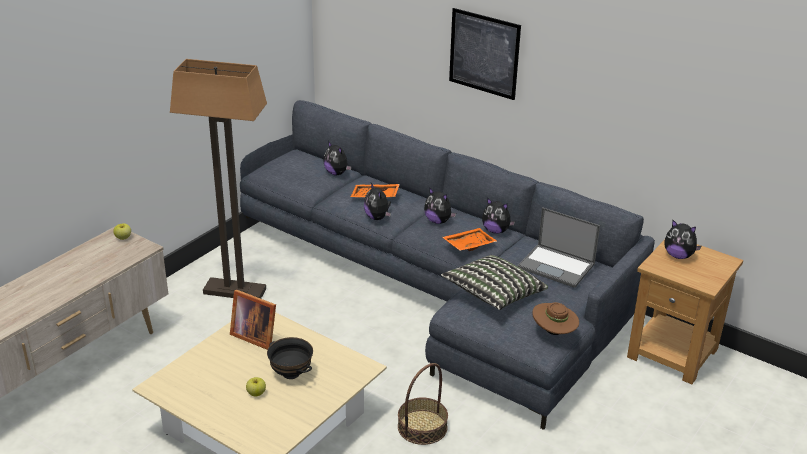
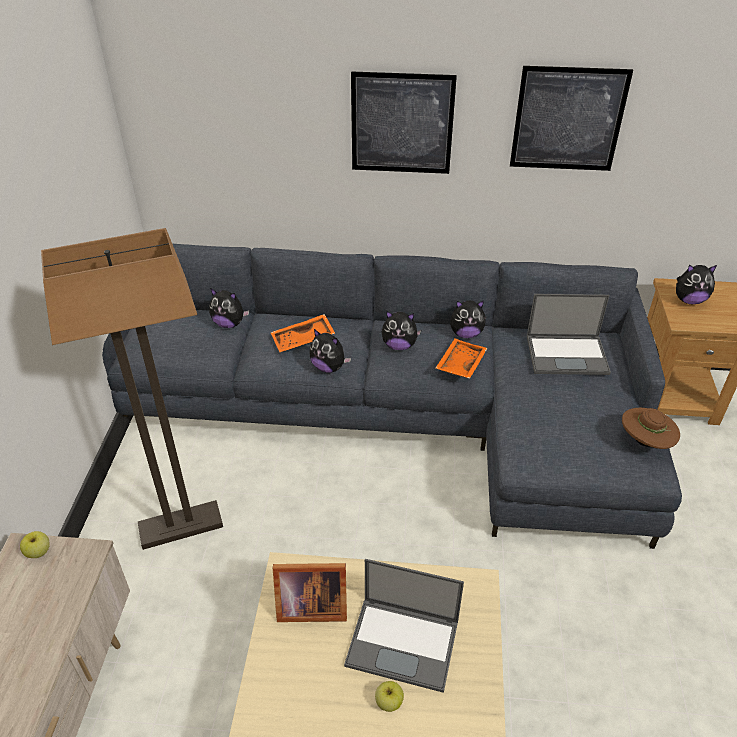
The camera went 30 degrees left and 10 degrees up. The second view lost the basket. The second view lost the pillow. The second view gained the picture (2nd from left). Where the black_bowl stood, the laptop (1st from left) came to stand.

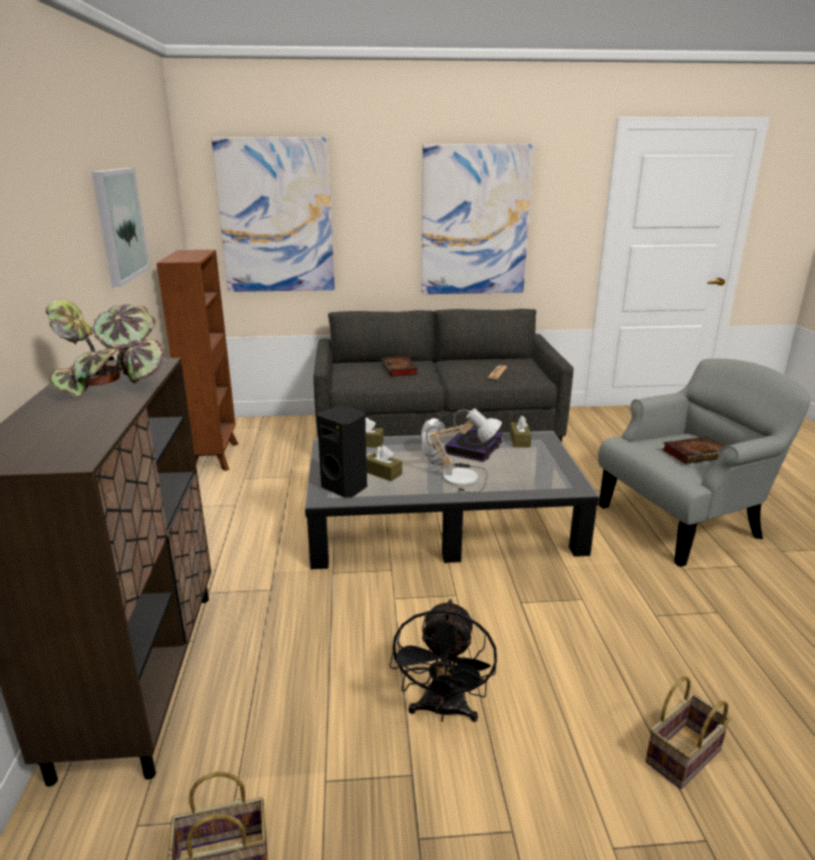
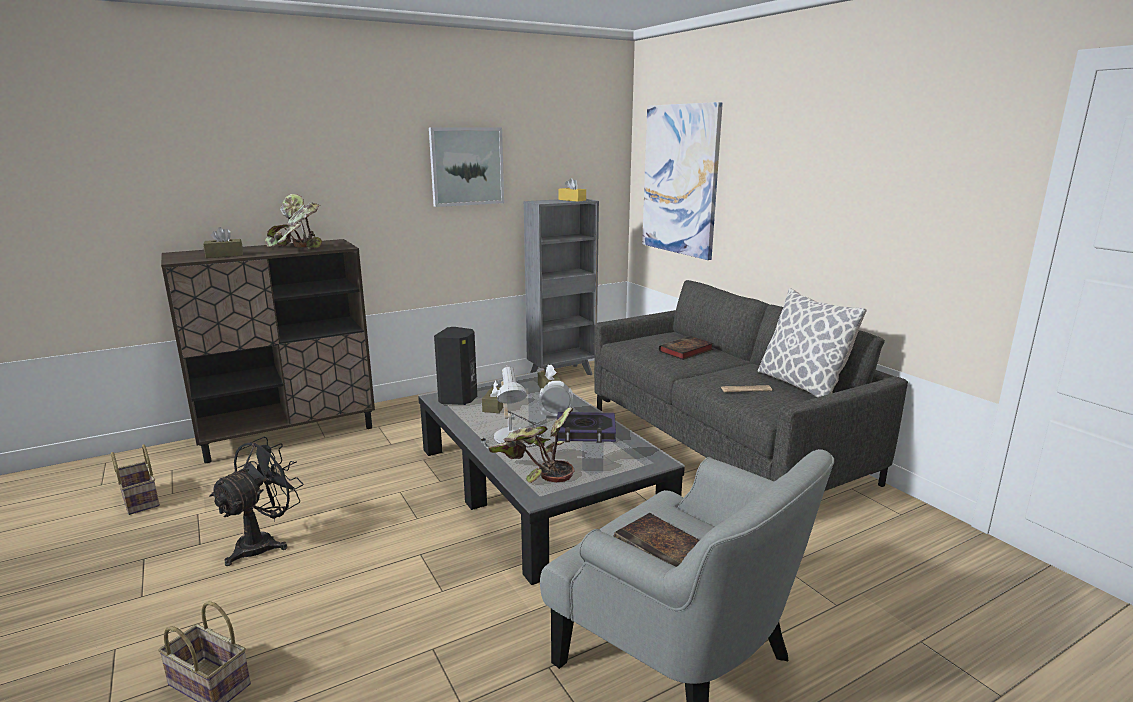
The camera went 65 degrees right and 5 degrees down. The second view lost the picture (3rd from left). The second view gained the potted_plant (2nd from left). The second view gained the yellow_tissue_box. The second view gained the pillow. The brown_tissue_box (3rd from left in the first image) ended up elsewhere. What was the brown_bookcase turned into the grey_bookcase. The black_fan ended up facing another way, 135 degrees clockwise from before.

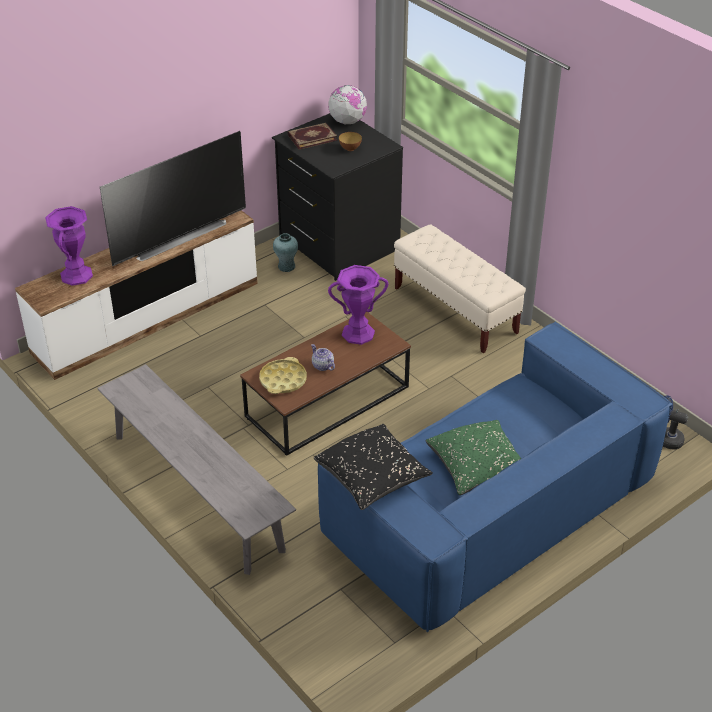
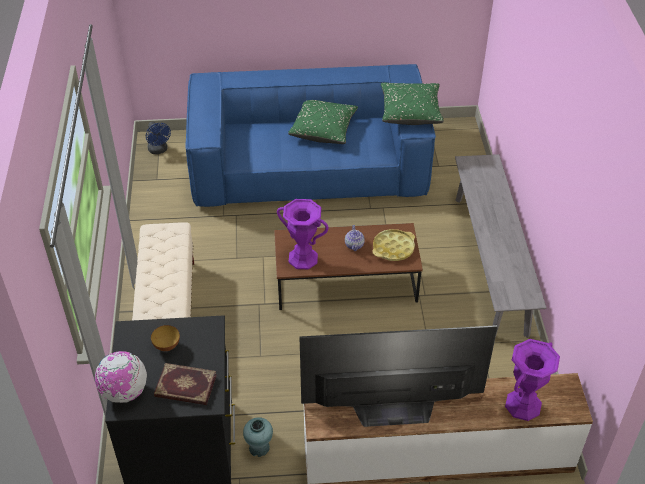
The camera went 145 degrees left and 5 degrees up. What was the black_pillow turned into the green_pillow (2nd from left).

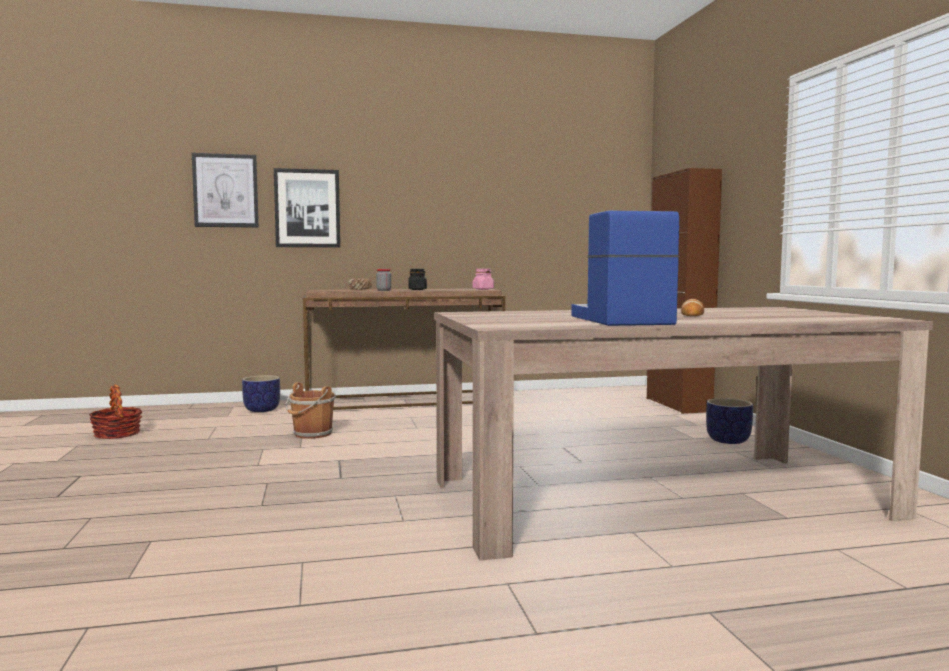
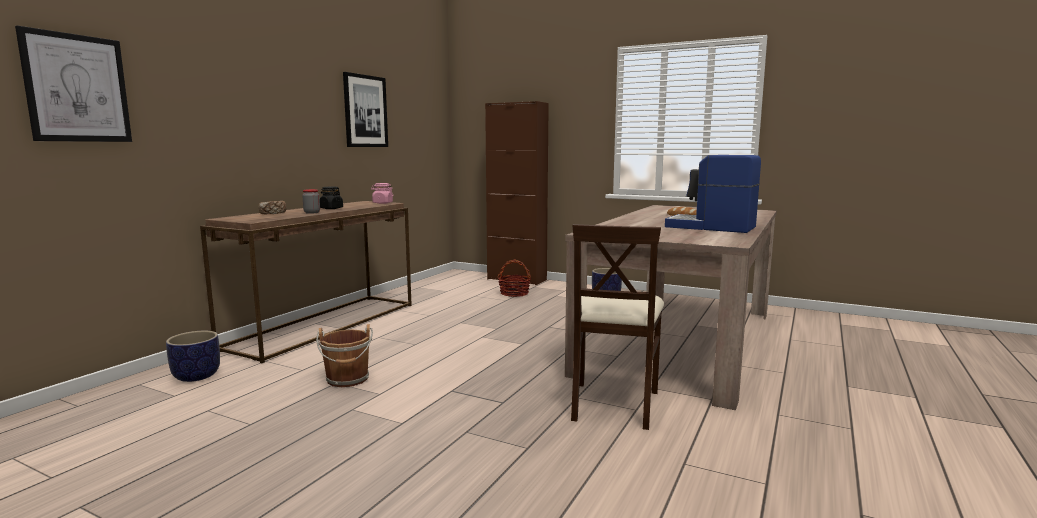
The camera went 50 degrees left and 5 degrees up. The second view gained the beige_chair. The basket ended up elsewhere. The picture (2nd from left) ended up elsewhere.

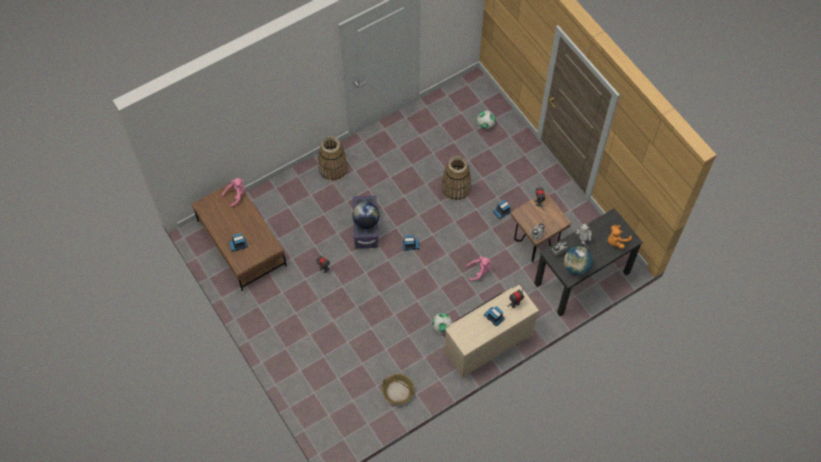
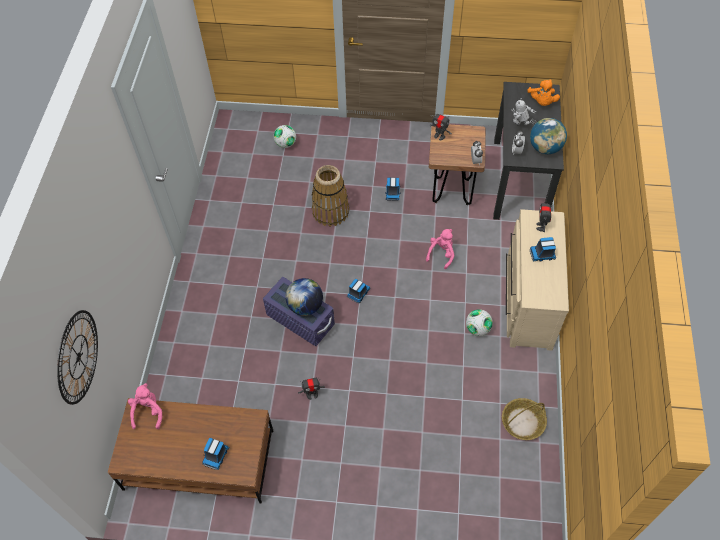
The camera went 50 degrees left and 5 degrees down. The second view lost the basket (1st from left). The second view gained the wall_clock.

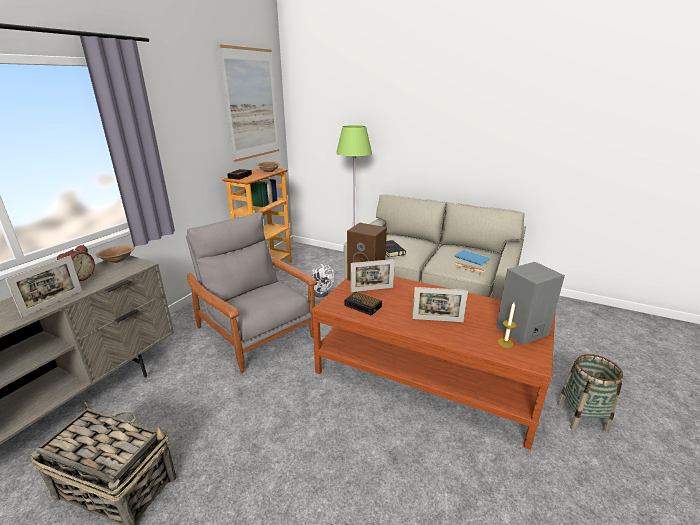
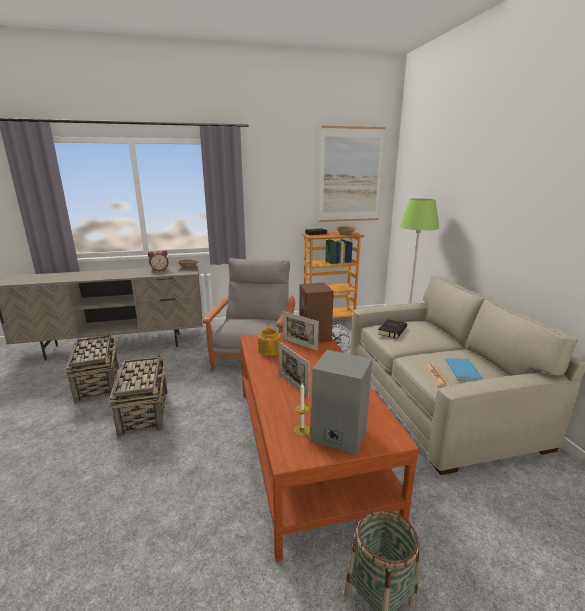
The camera went 50 degrees right and 5 degrees down. The second view lost the picture_frame (1st from left). The second view gained the basket (2nd from left). Where the alarm_clock (3rd from left) stood, the teapot came to stand.

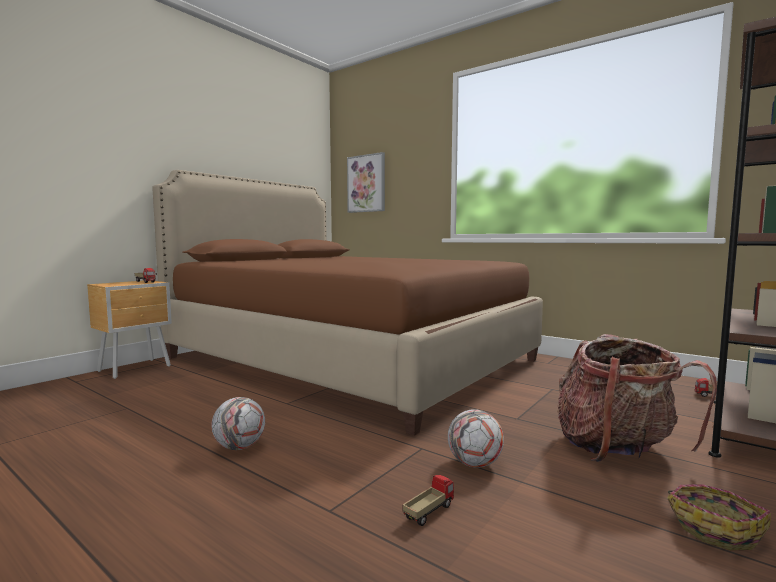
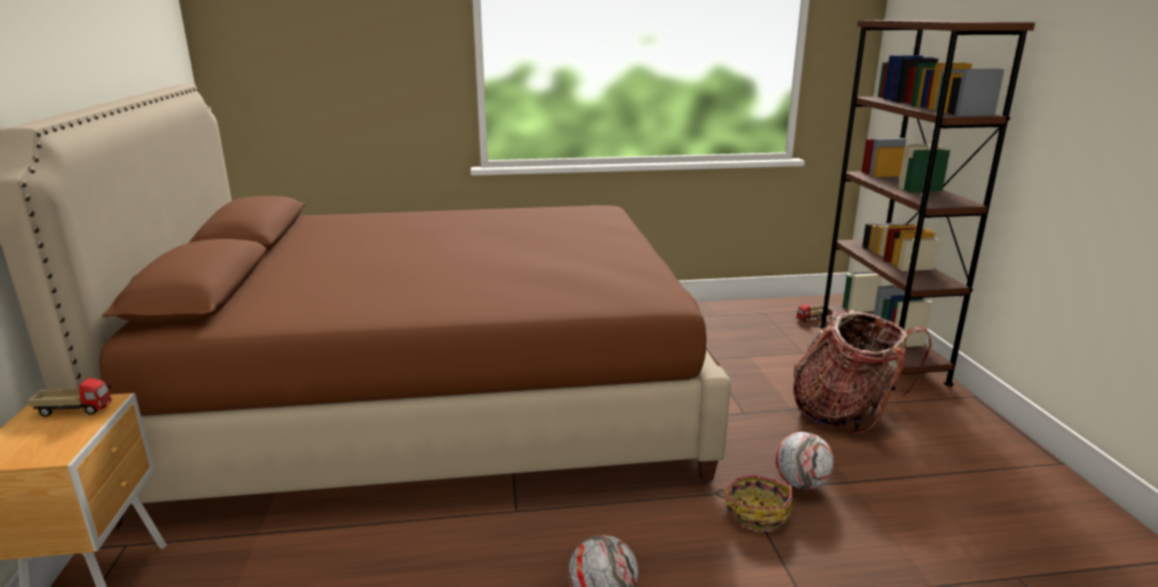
The camera went 45 degrees left and 15 degrees up. The second view lost the picture. The second view lost the toy_truck (2nd from left). The basket ended up elsewhere.

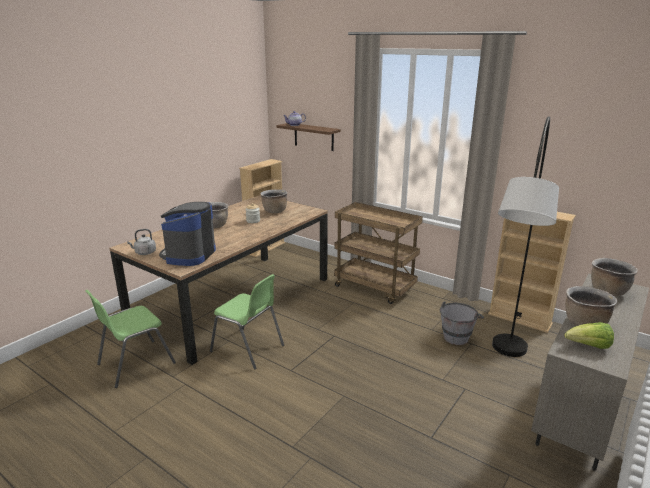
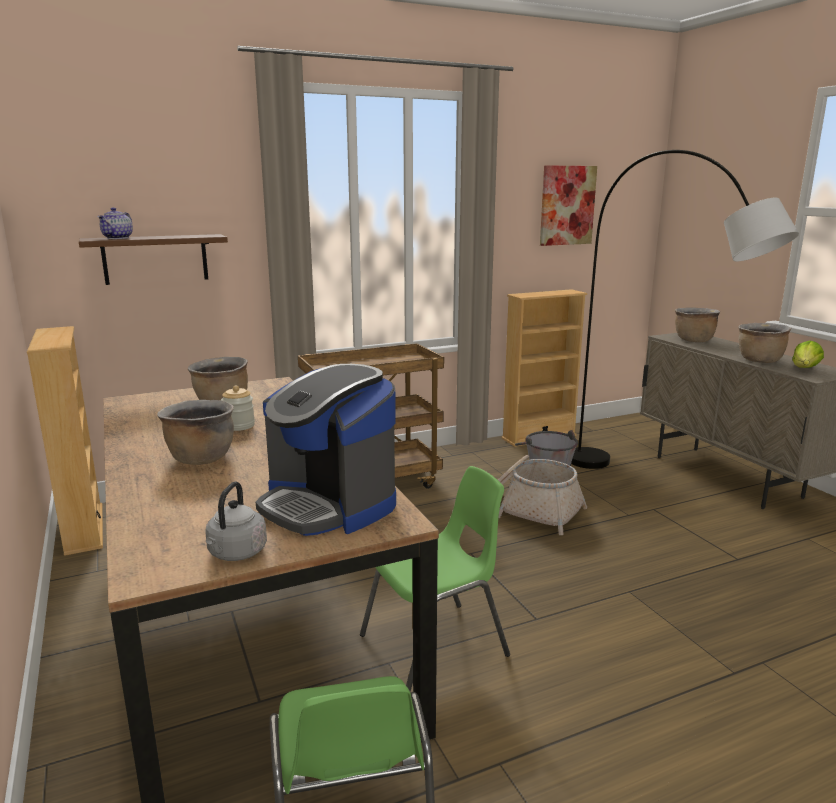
The camera went 60 degrees left and 5 degrees down. The second view gained the basket. The second view gained the picture.

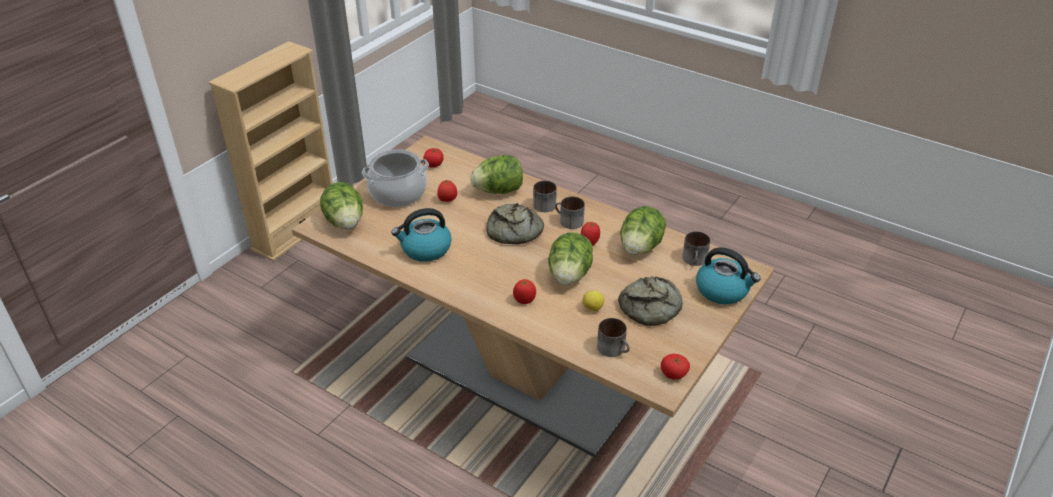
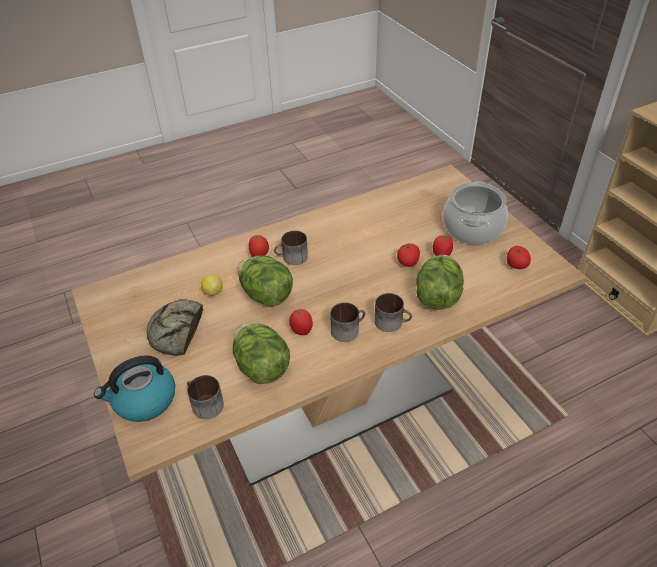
The camera went 120 degrees right and 5 degrees up. The second view lost the lettuce (1st from left). The second view lost the kettle (1st from left). The second view lost the bread (1st from left). The mug (3rd from left in the first image) ended up elsewhere. The tomato (5th from left in the first image) ended up elsewhere.

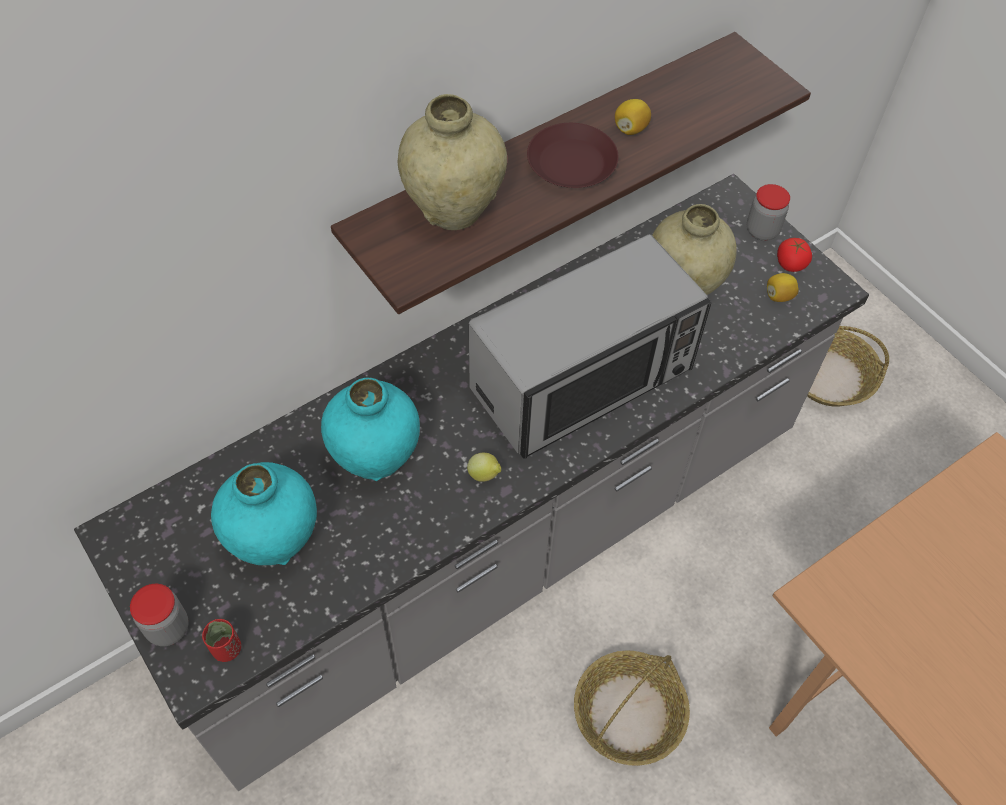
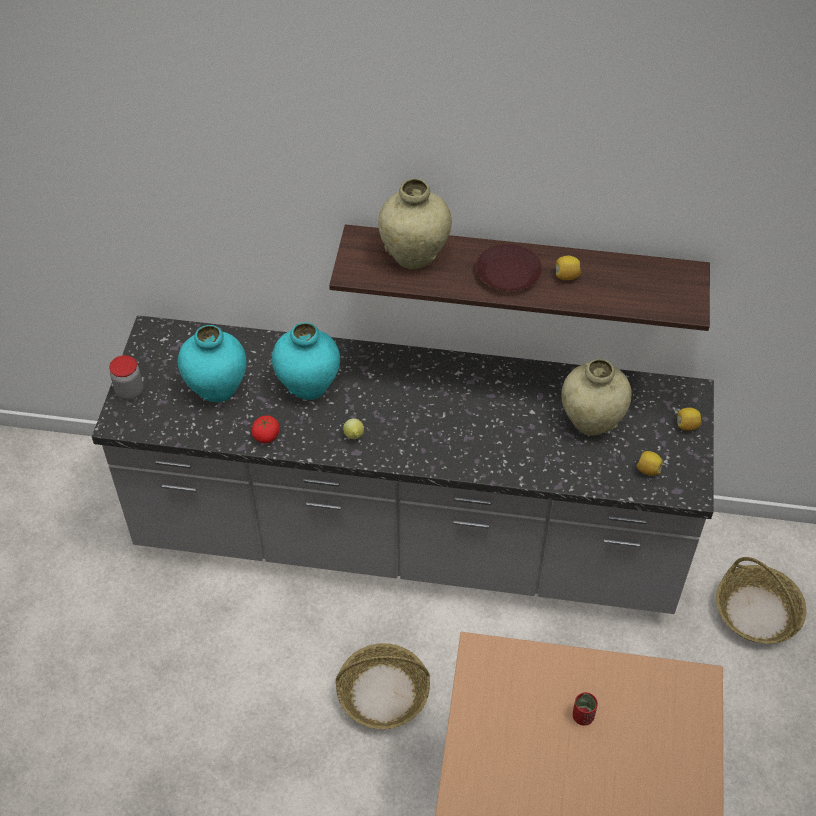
The camera went 45 degrees right and 5 degrees down. The second view lost the microwave. The red_cup ended up elsewhere. The tomato ended up elsewhere. Where the jar (2nd from left) stood, the lemon (4th from left) came to stand.

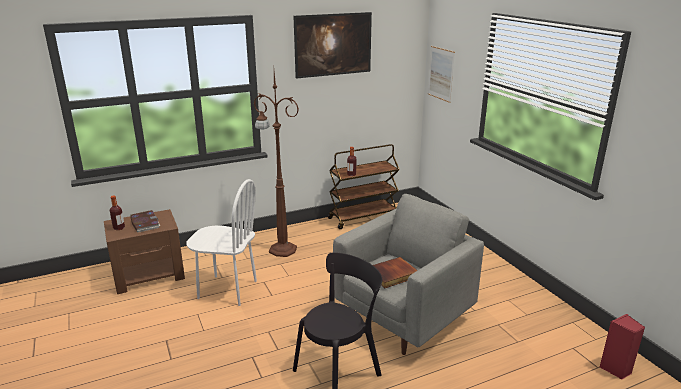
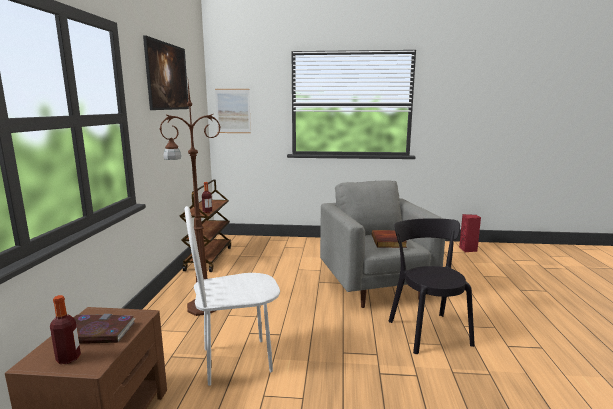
The camera went 60 degrees left and 10 degrees down. The white_chair ended up facing another way, 150 degrees counterclockwise from before.

